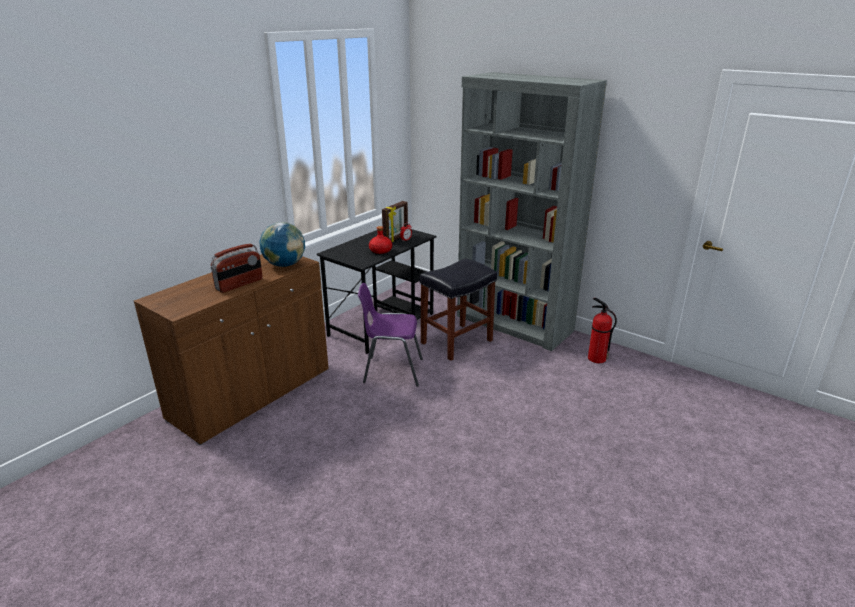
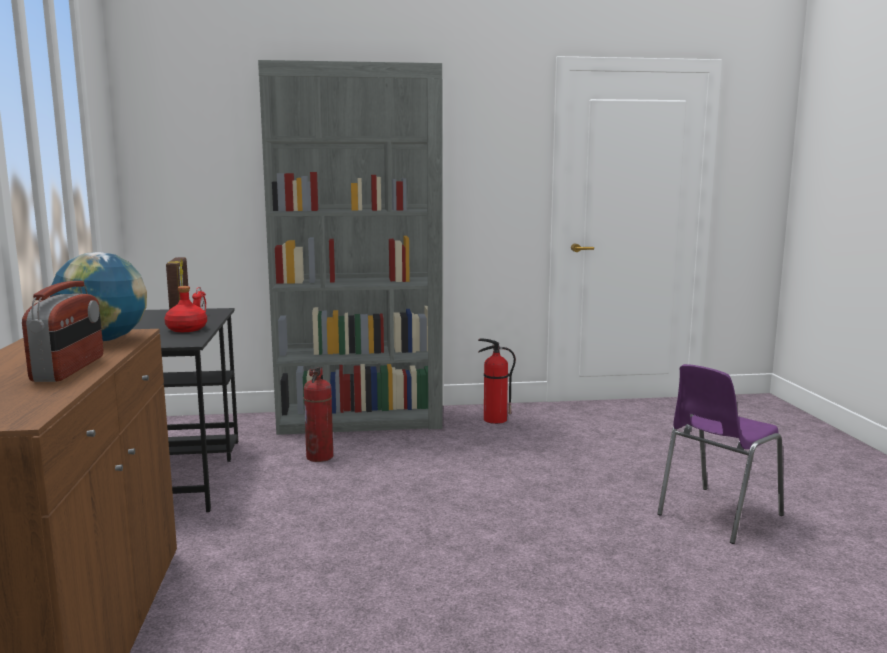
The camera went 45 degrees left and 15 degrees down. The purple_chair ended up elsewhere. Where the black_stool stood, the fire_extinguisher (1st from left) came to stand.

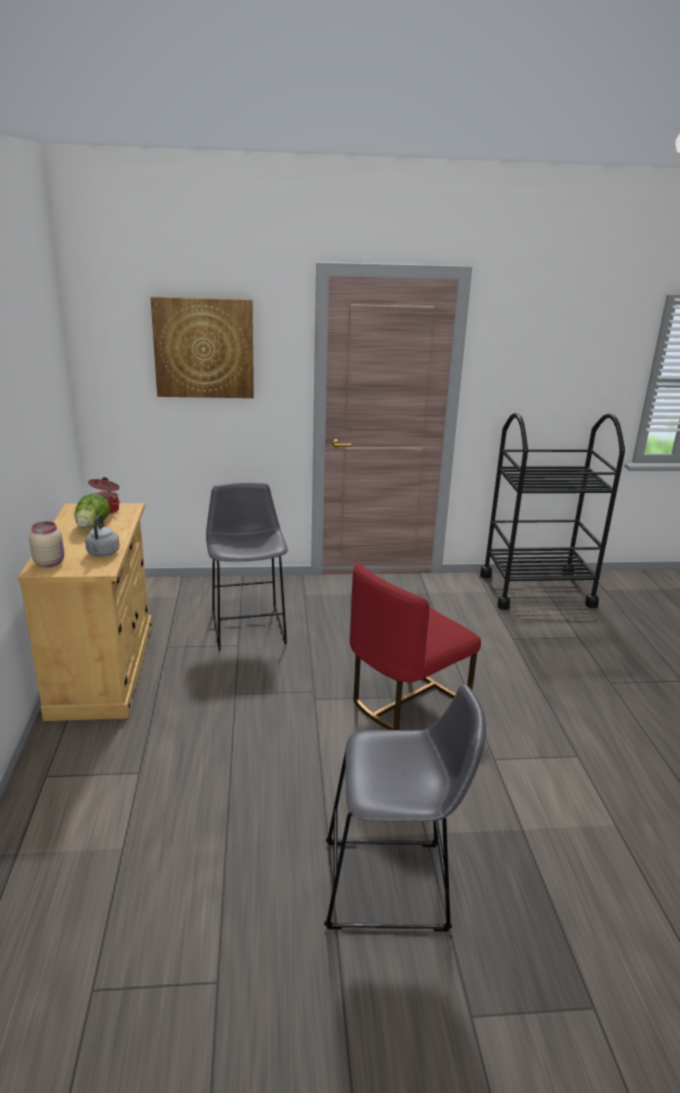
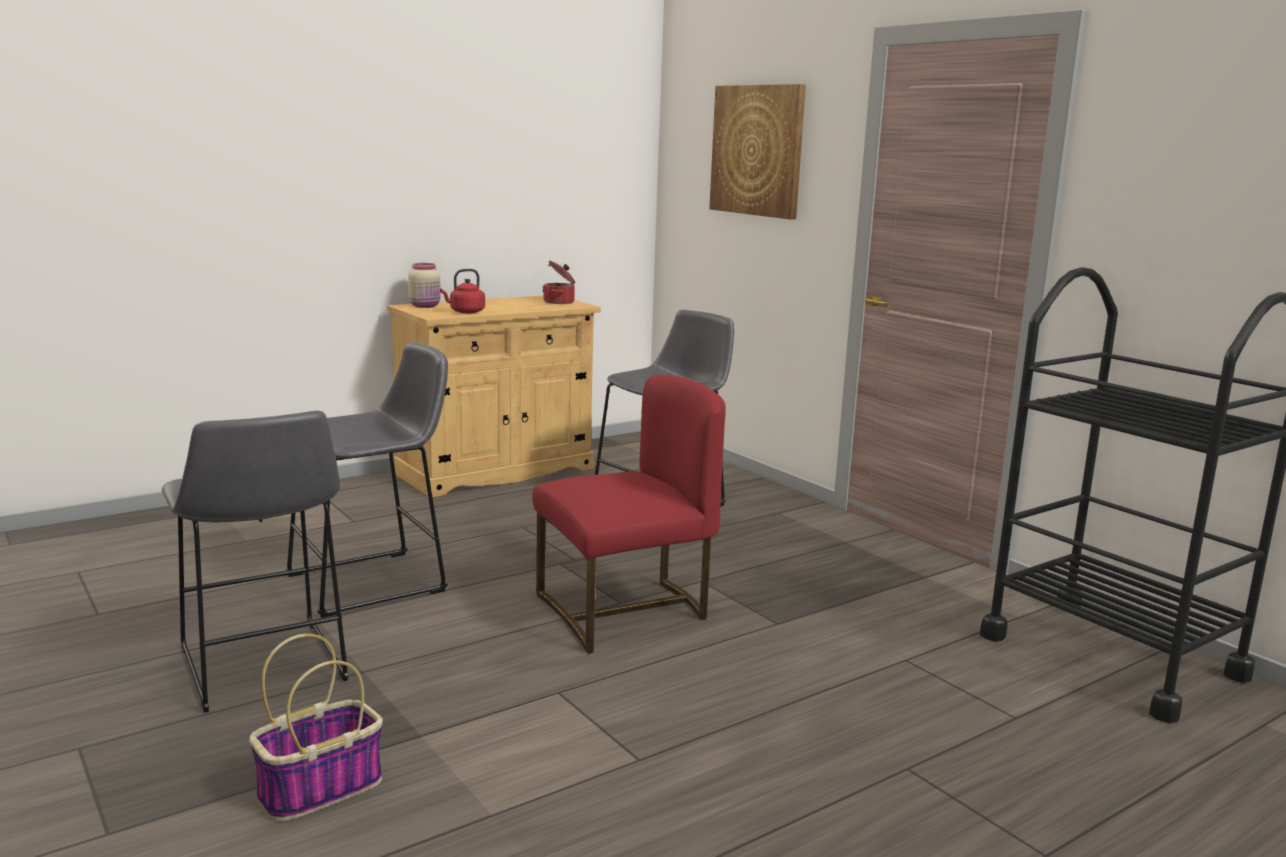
The camera went 60 degrees right and 10 degrees down. The second view lost the lettuce. The second view gained the basket. The second view gained the grey_stool (2nd from left). What was the grey_kettle turned into the red_kettle. The red_chair ended up facing another way, 135 degrees clockwise from before.

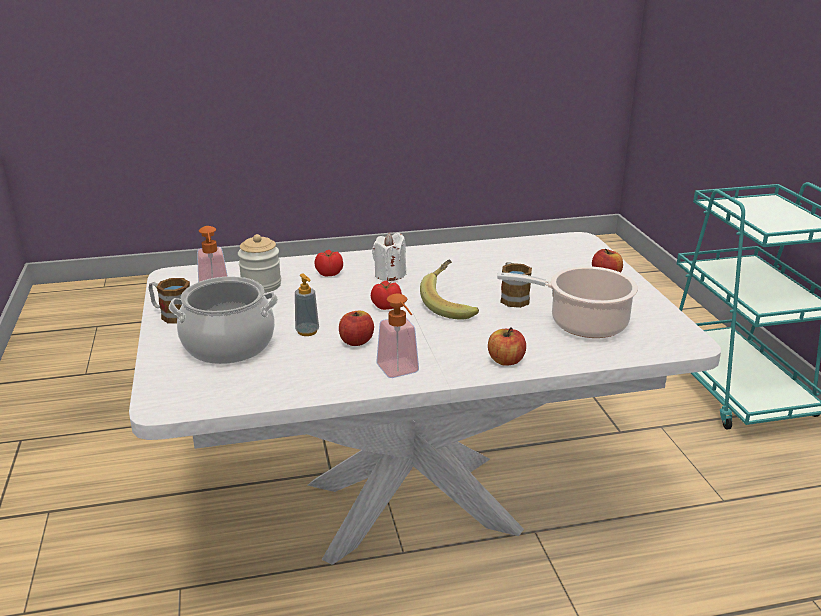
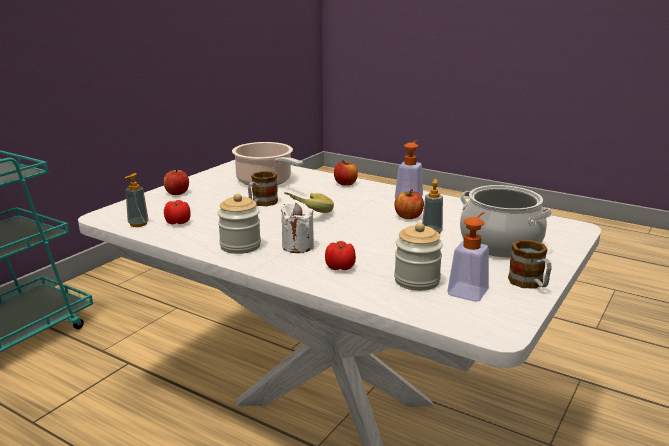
The camera went 135 degrees left and 5 degrees down. The second view gained the soap_dispenser (1st from left). The second view gained the jar (1st from left). The tomato (2nd from left in the first image) ended up elsewhere.

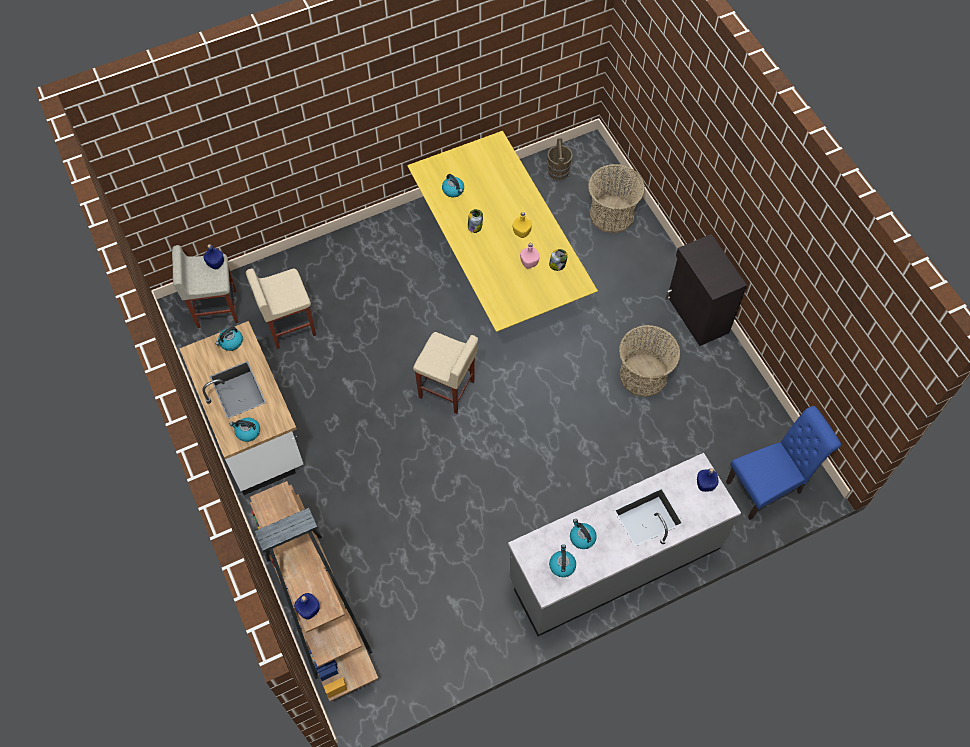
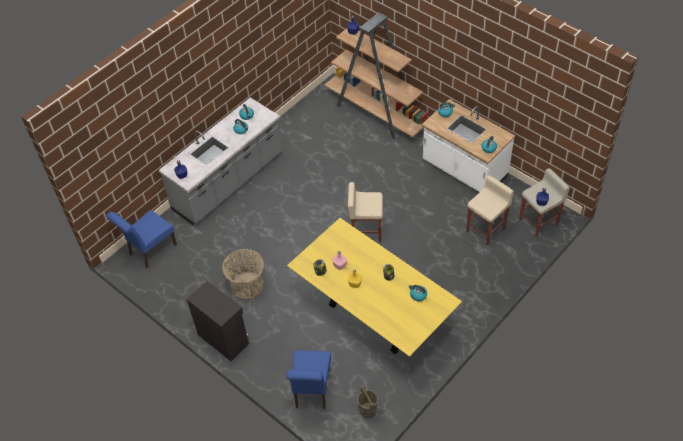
The camera went 160 degrees right and 10 degrees down. Where the basket (1st from left) stood, the blue_chair (2nd from left) came to stand.

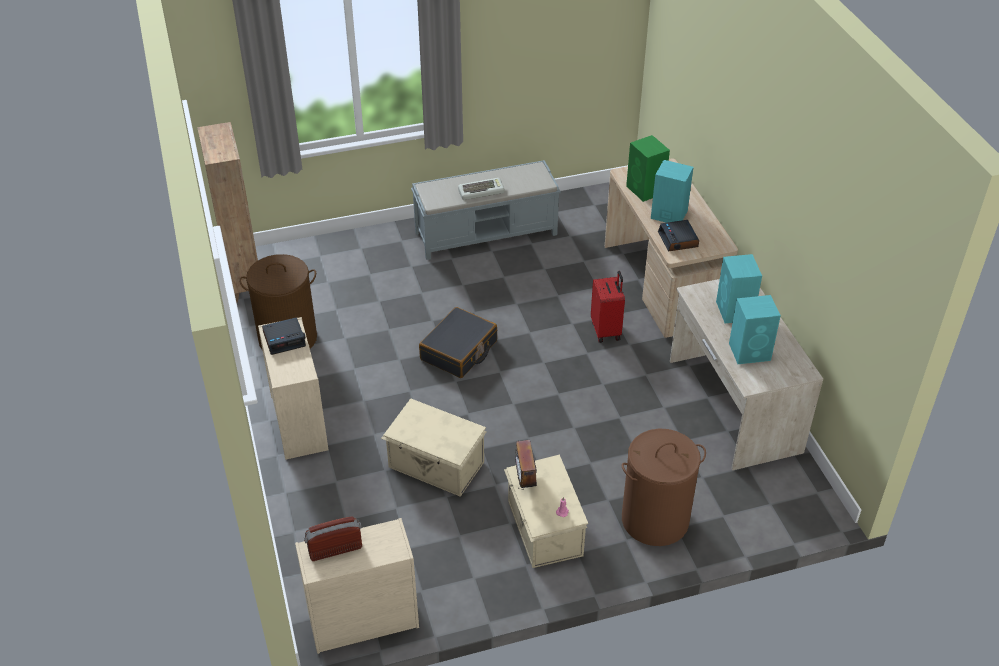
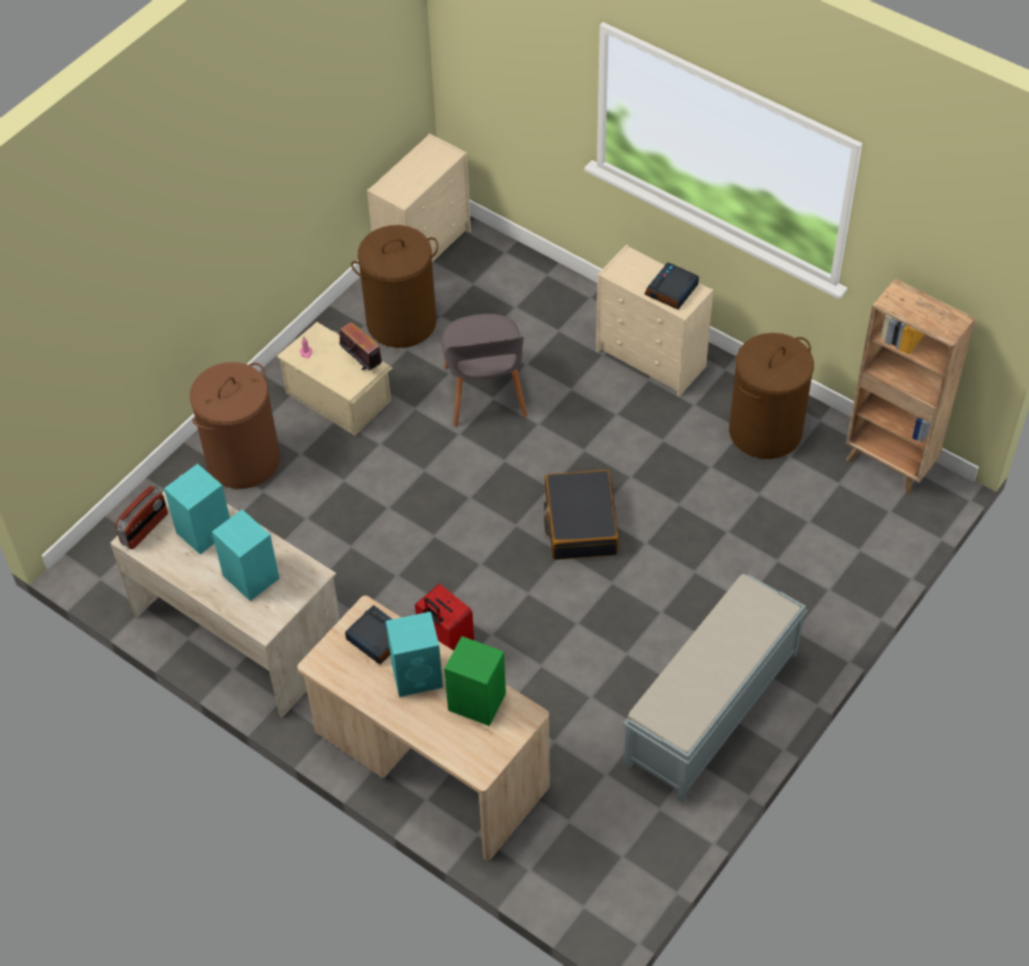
The camera went 145 degrees right and 10 degrees up. The second view lost the keyboard. The second view gained the brown_laundry_basket (2nd from left). The radio (1st from left) ended up elsewhere. Where the beige_storage_box (1st from left) stood, the grey_chair came to stand.

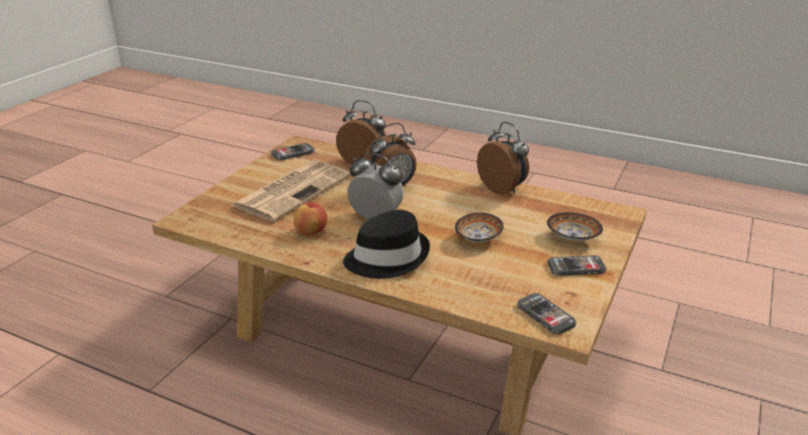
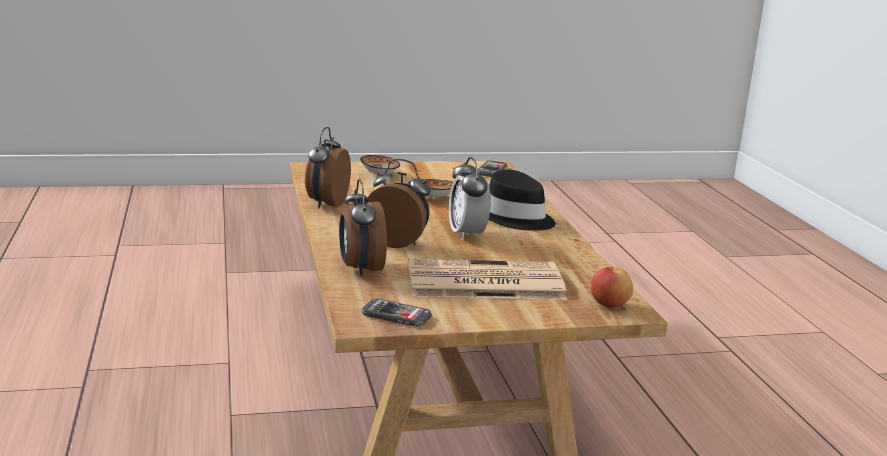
The camera went 130 degrees left and 10 degrees down. The second view lost the phone (3rd from left). The apple ended up elsewhere.

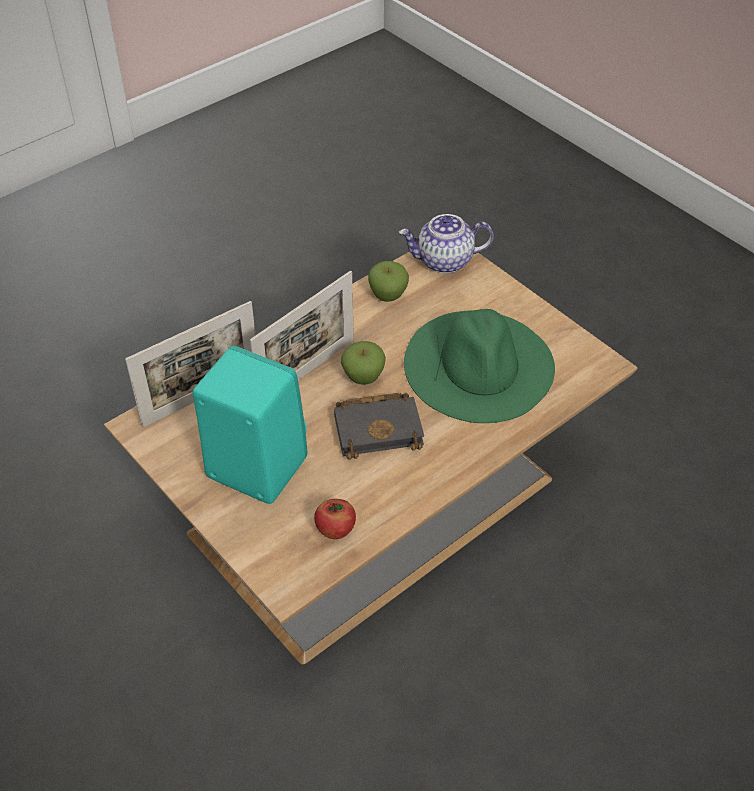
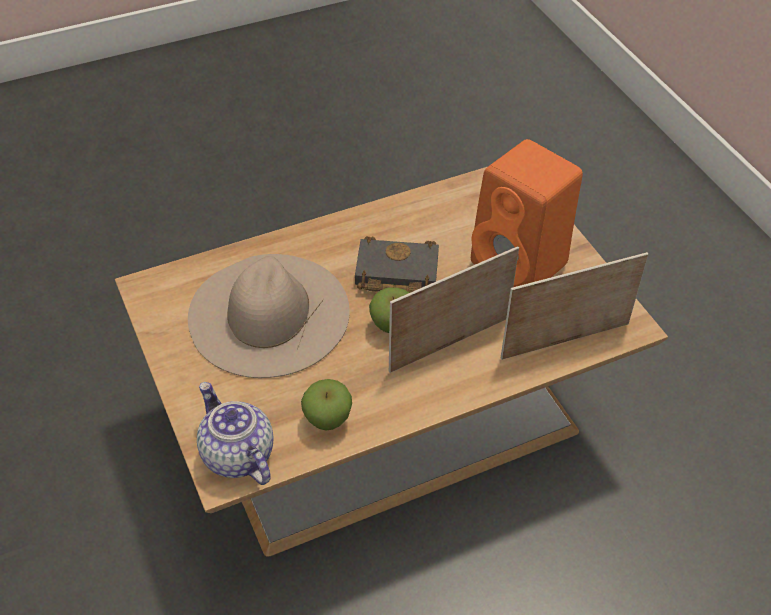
The camera went 165 degrees left and 0 degrees up. The second view lost the apple (1st from left). What was the turquoise_speaker turned into the orange_speaker. What was the green_hat turned into the beige_hat. The teapot ended up facing another way, 135 degrees counterclockwise from before.

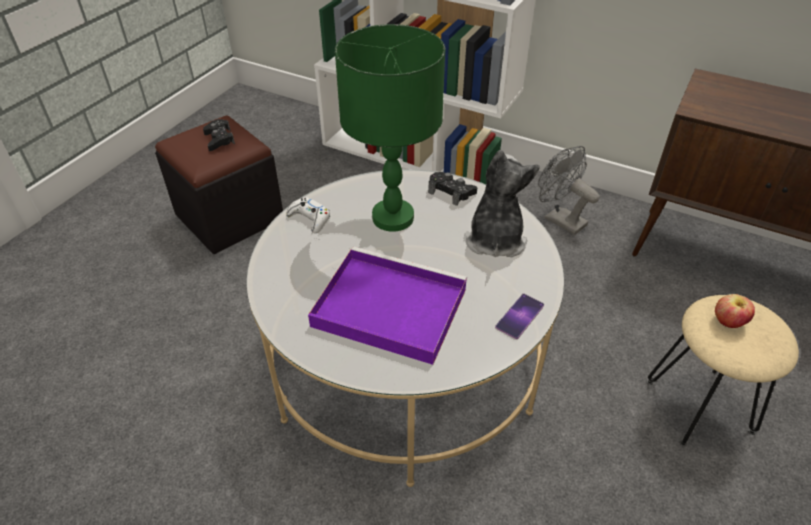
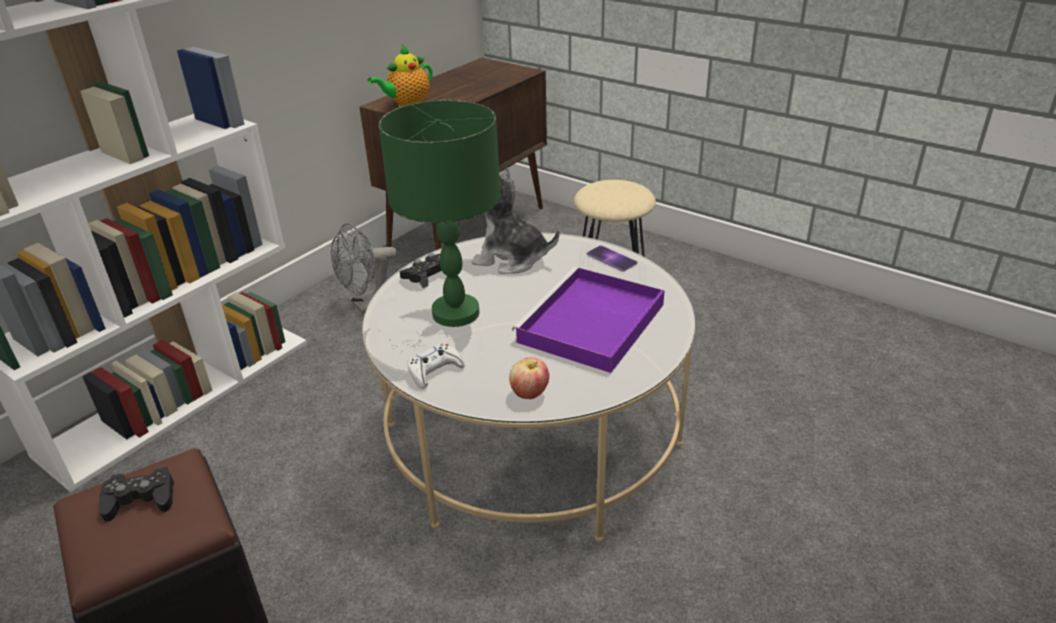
The camera went 80 degrees left and 10 degrees down. The second view gained the teapot. The apple ended up elsewhere.

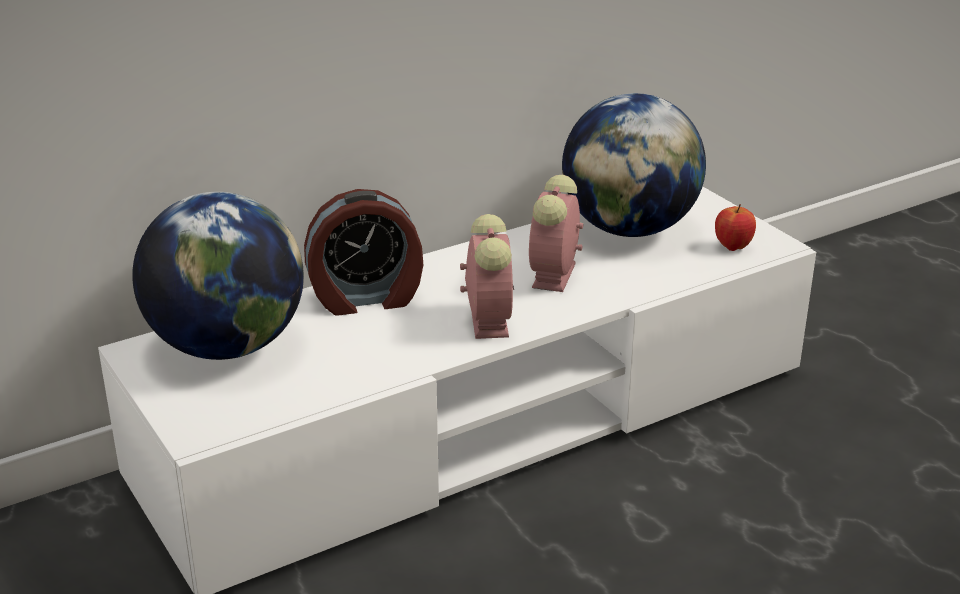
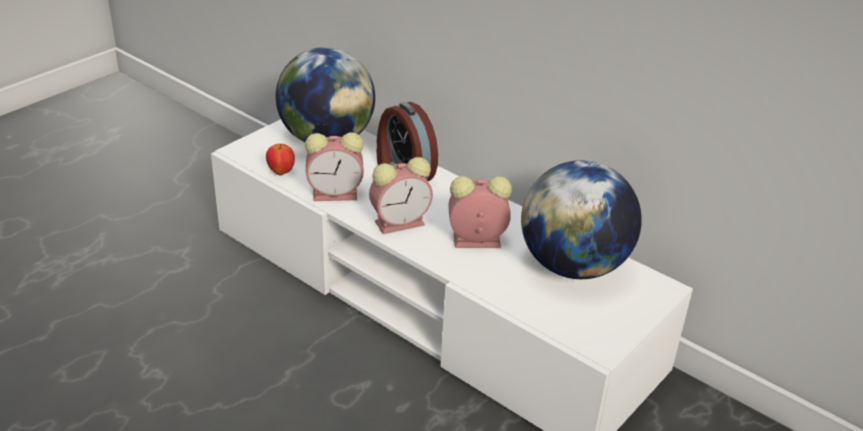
The camera went 70 degrees right and 5 degrees up. The second view gained the alarm_clock (1st from left). The apple ended up elsewhere.

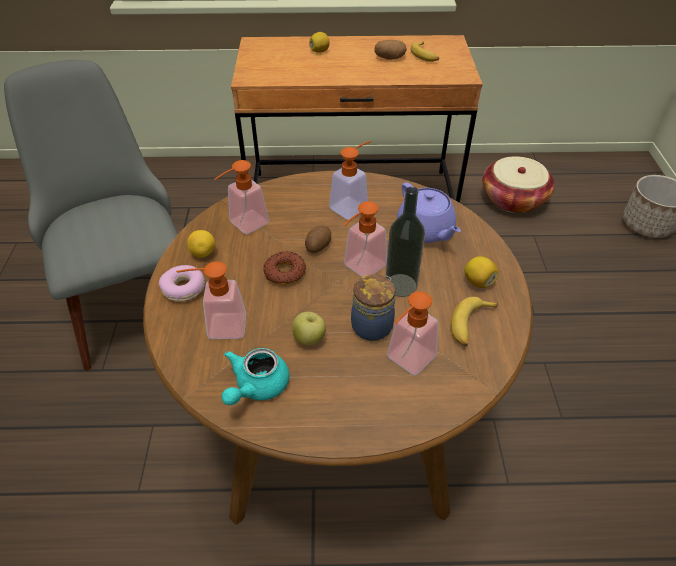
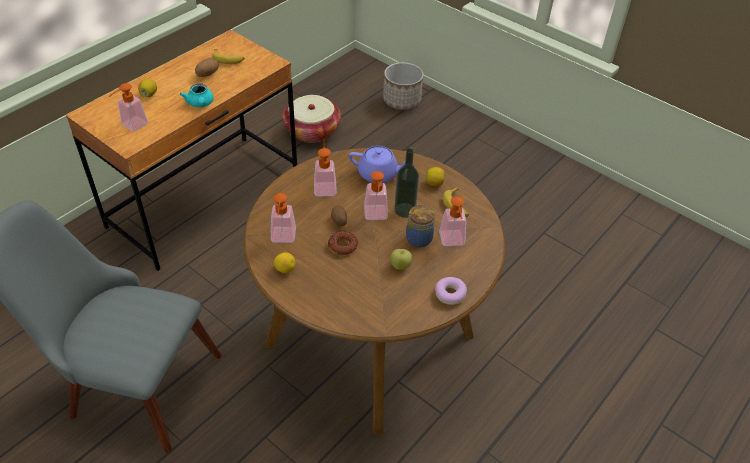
The camera went 50 degrees left and 0 degrees up. The donut (1st from left in the first image) ended up elsewhere. The soap_dispenser (1st from left) ended up elsewhere. The turquoise_teapot ended up elsewhere.

